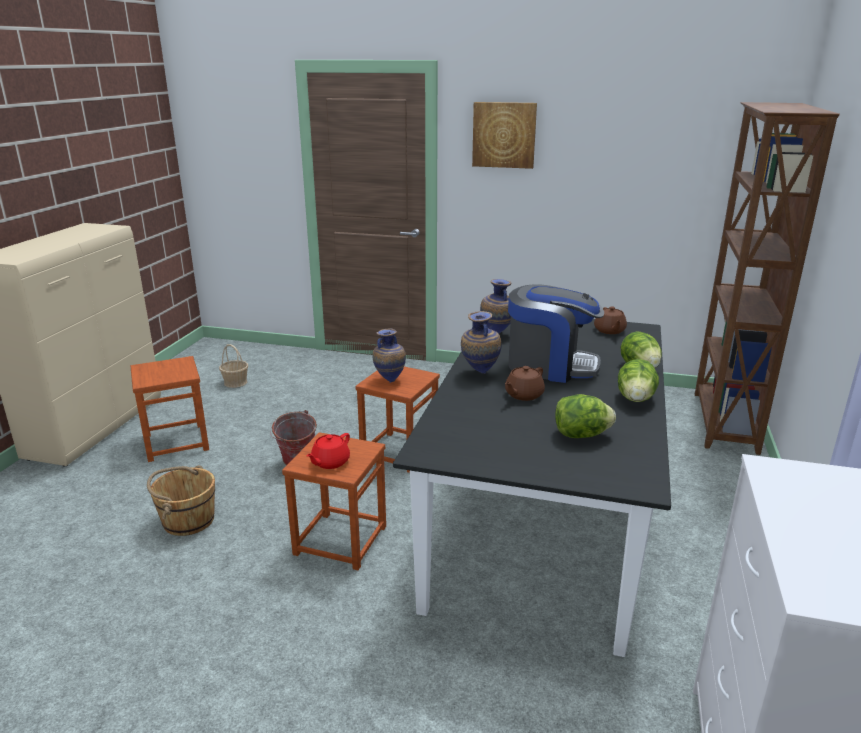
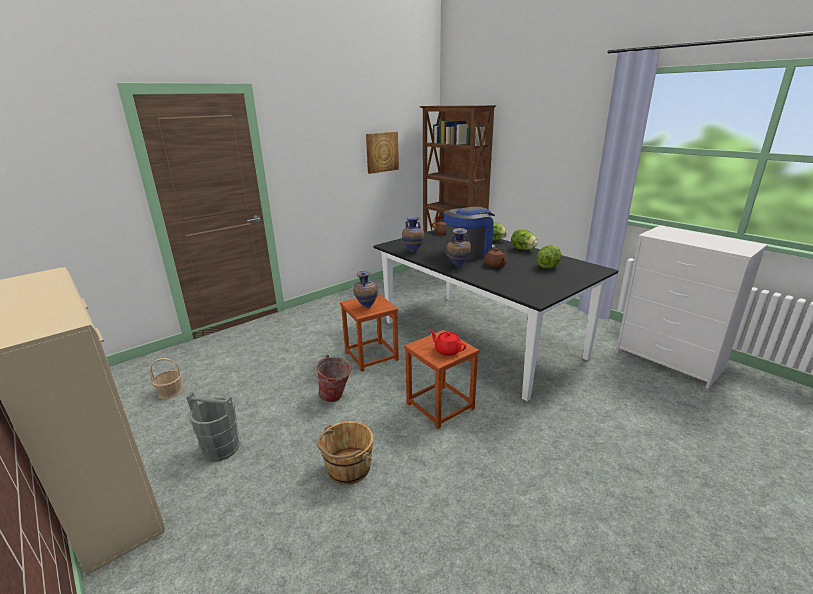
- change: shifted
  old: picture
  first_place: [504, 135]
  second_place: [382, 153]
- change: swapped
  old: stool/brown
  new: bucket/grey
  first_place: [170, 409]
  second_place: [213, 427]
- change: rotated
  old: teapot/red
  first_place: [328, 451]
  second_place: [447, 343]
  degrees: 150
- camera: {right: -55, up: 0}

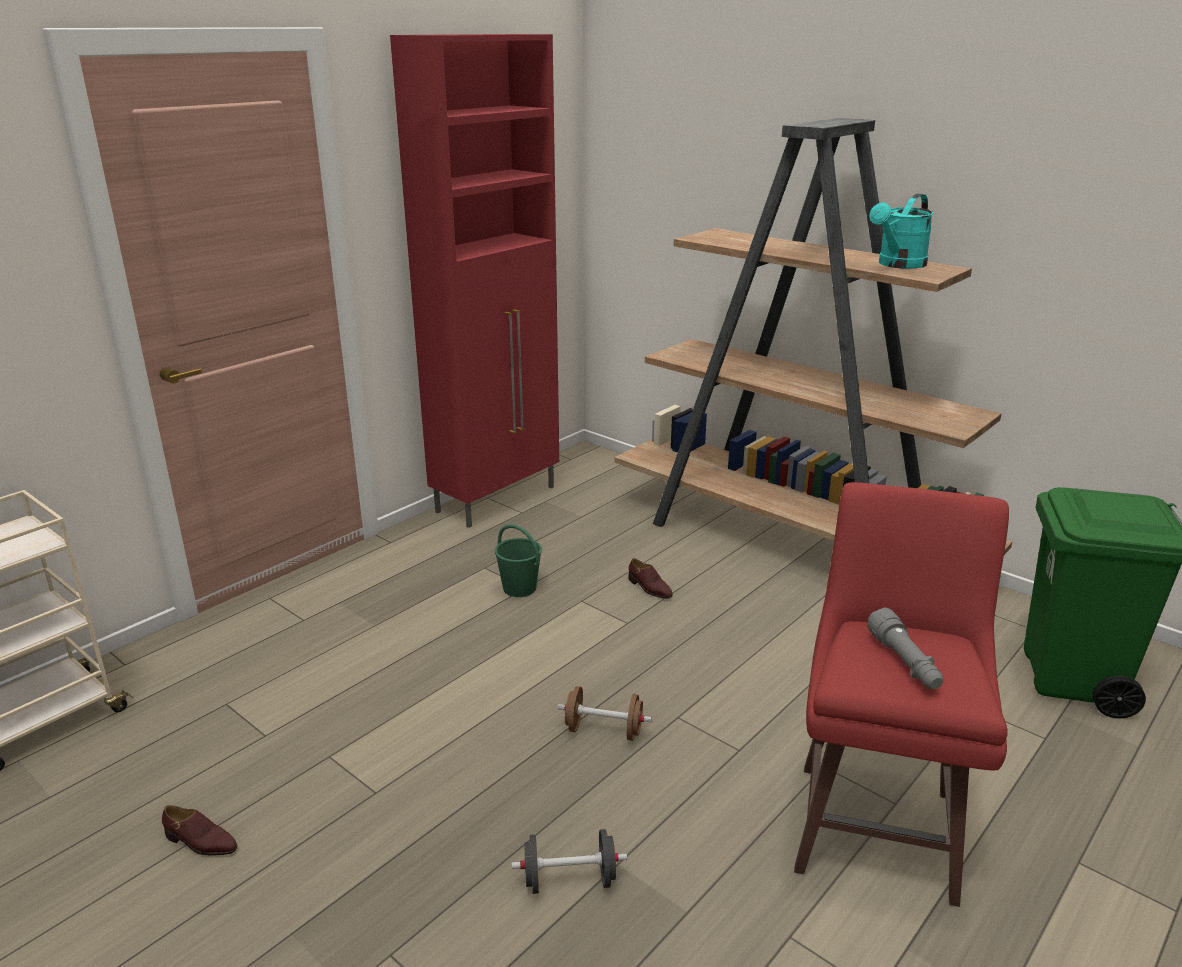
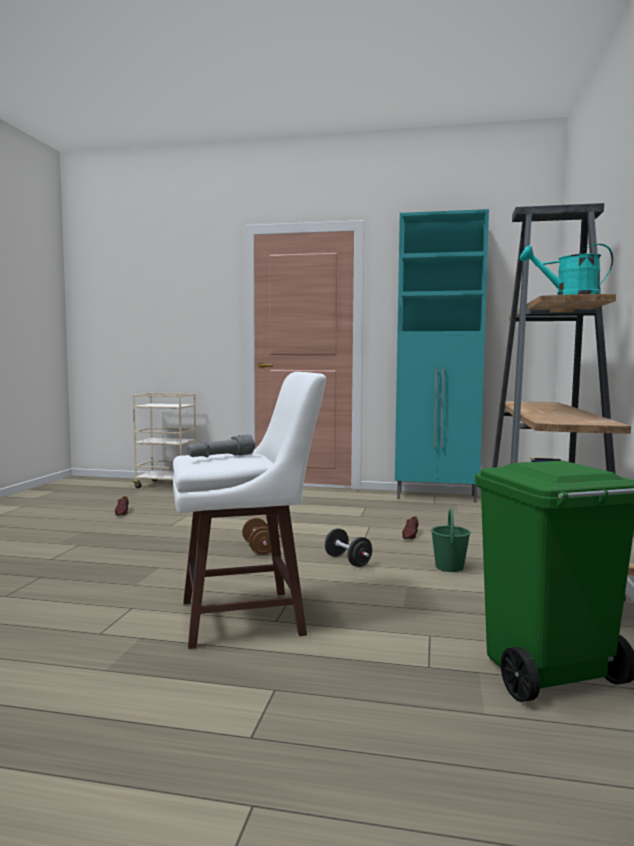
- change: repainted
  old: cabinet/red
  new: cabinet/turquoise
  first_place: [474, 281]
  second_place: [442, 356]
- change: repainted
  old: stool/red
  new: stool/white
  first_place: [901, 694]
  second_place: [249, 510]
- change: shifted
  old: bucket/green
  first_place: [518, 560]
  second_place: [451, 540]
- change: shifted
  old: dumbbell/black
  first_place: [569, 861]
  second_place: [348, 547]
- camera: {right: 60, up: -20}

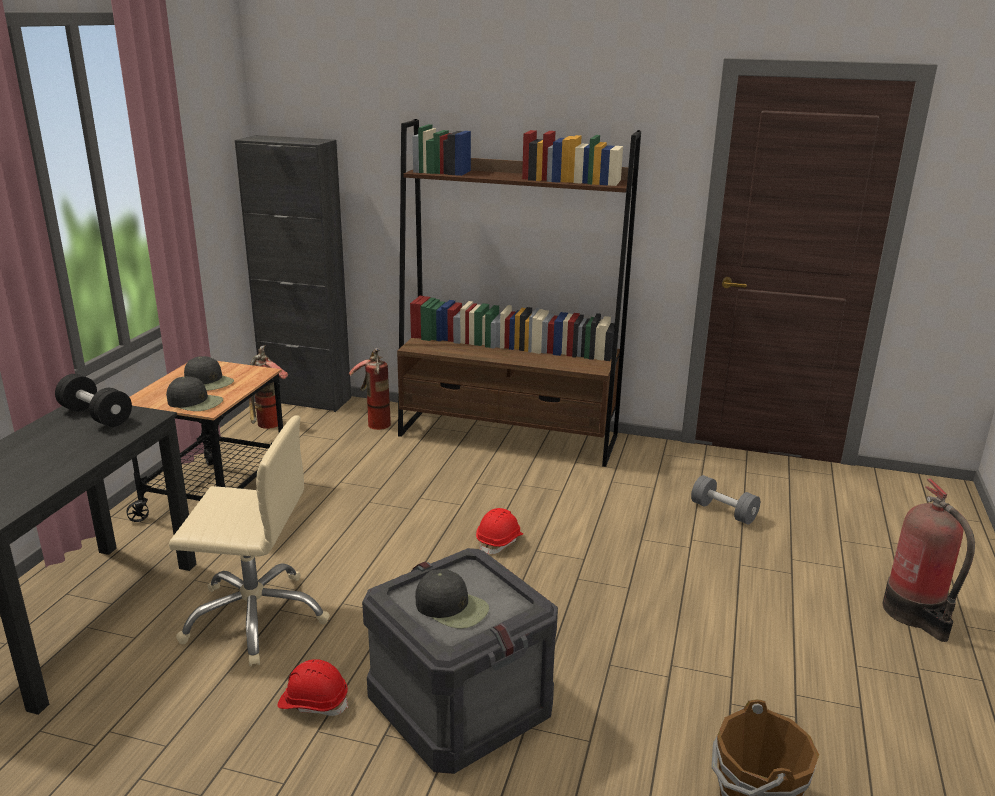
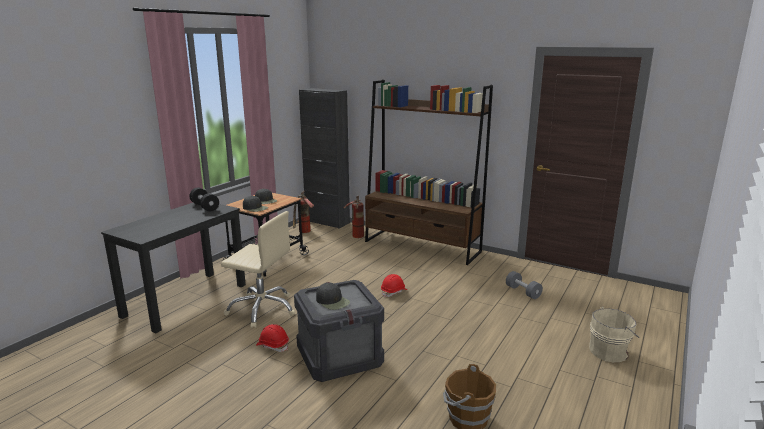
- change: swapped
  old: fire extinguisher
  new: bucket/beige
  first_place: [929, 560]
  second_place: [614, 334]
- camera: {right: 15, up: -5}

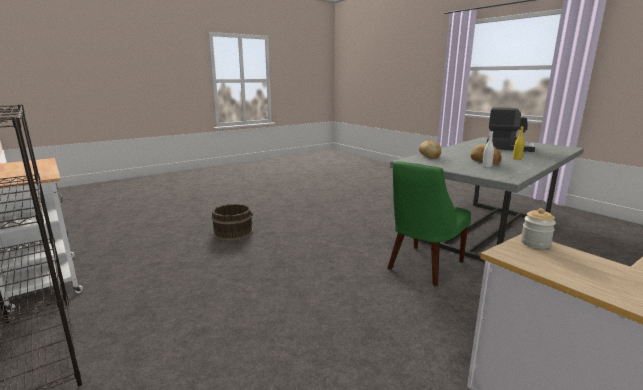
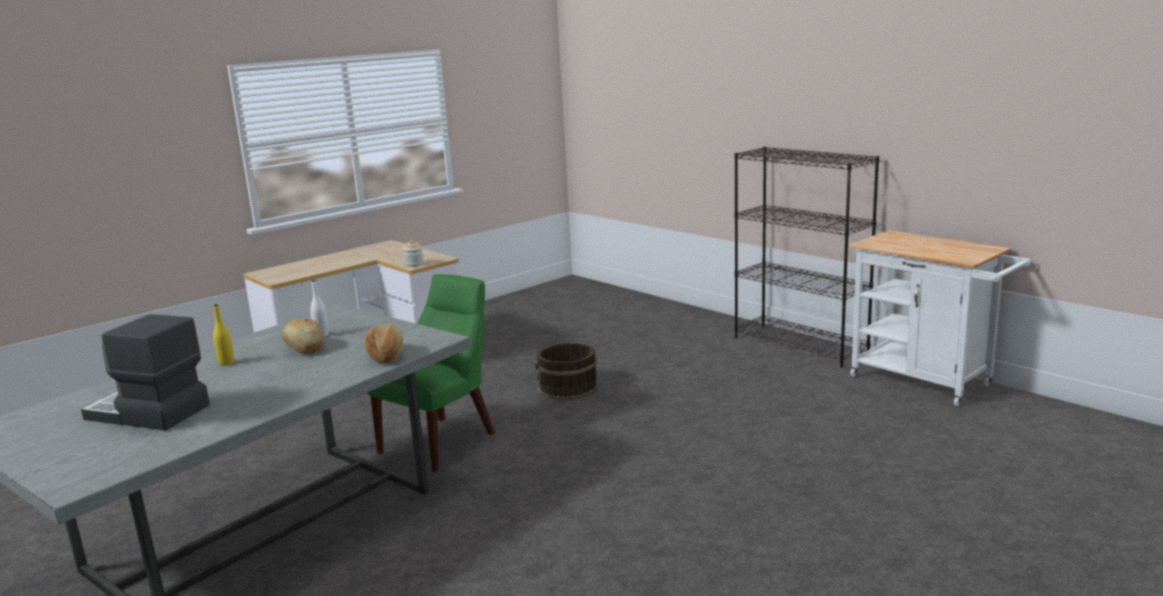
- change: shifted
  old: bucket/brown
  first_place: [232, 222]
  second_place: [566, 371]
- camera: {right: 175, up: 0}

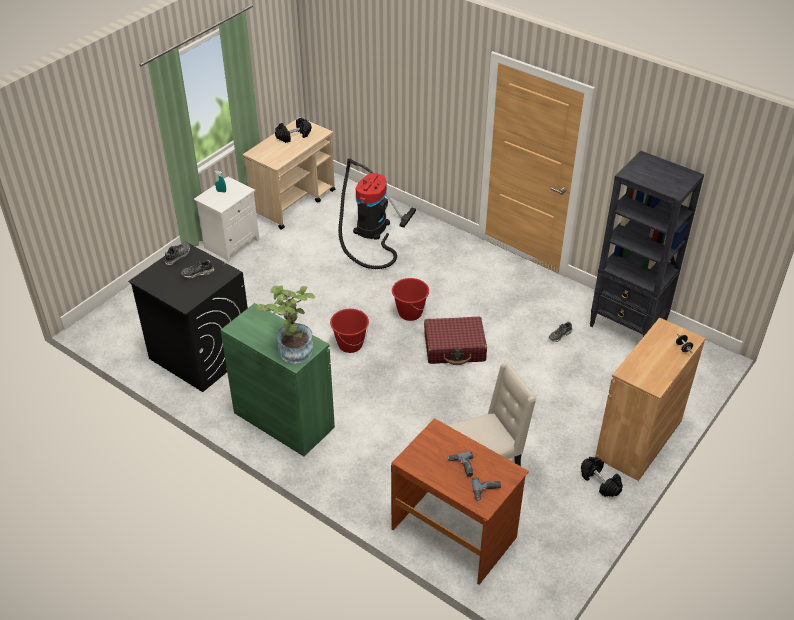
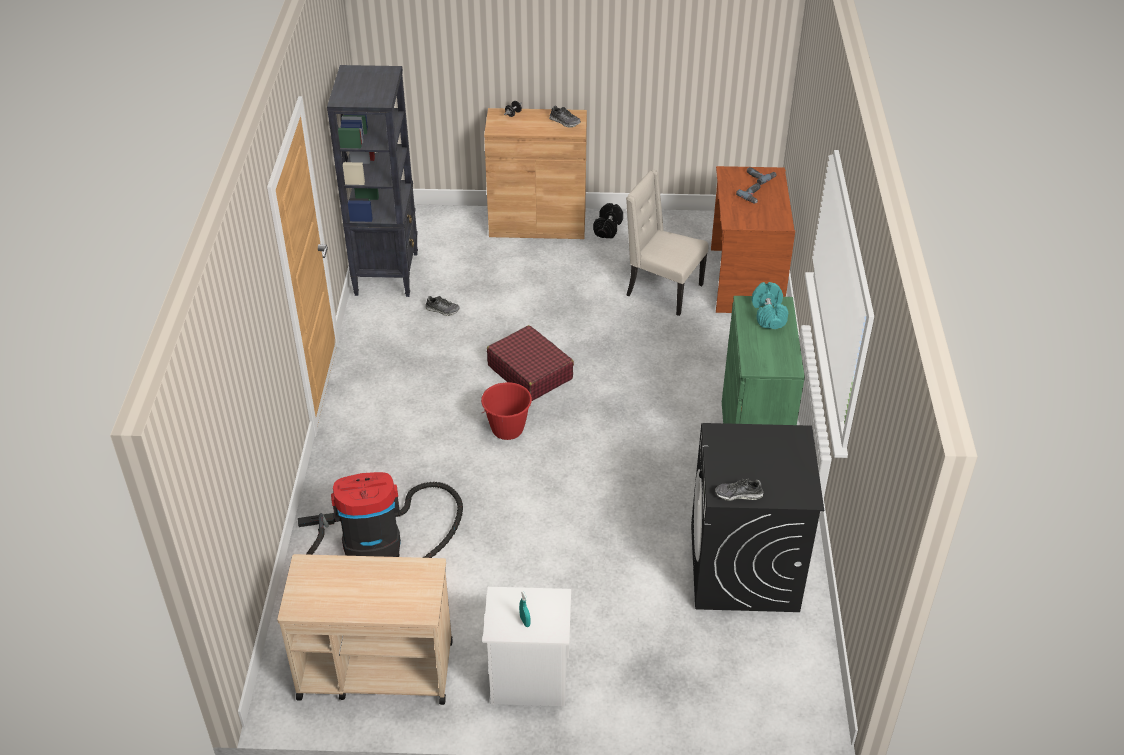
- change: gone
  old: dumbbell/black
  first_place: [293, 130]
- change: shifted
  old: shoe
  first_place: [197, 269]
  second_place: [565, 116]
- change: swapped
  old: potted plant
  new: dumbbell/turquoise
  first_place: [286, 324]
  second_place: [770, 305]
- change: gone
  old: bucket/red
  first_place: [349, 331]
- camera: {right: -125, up: 0}

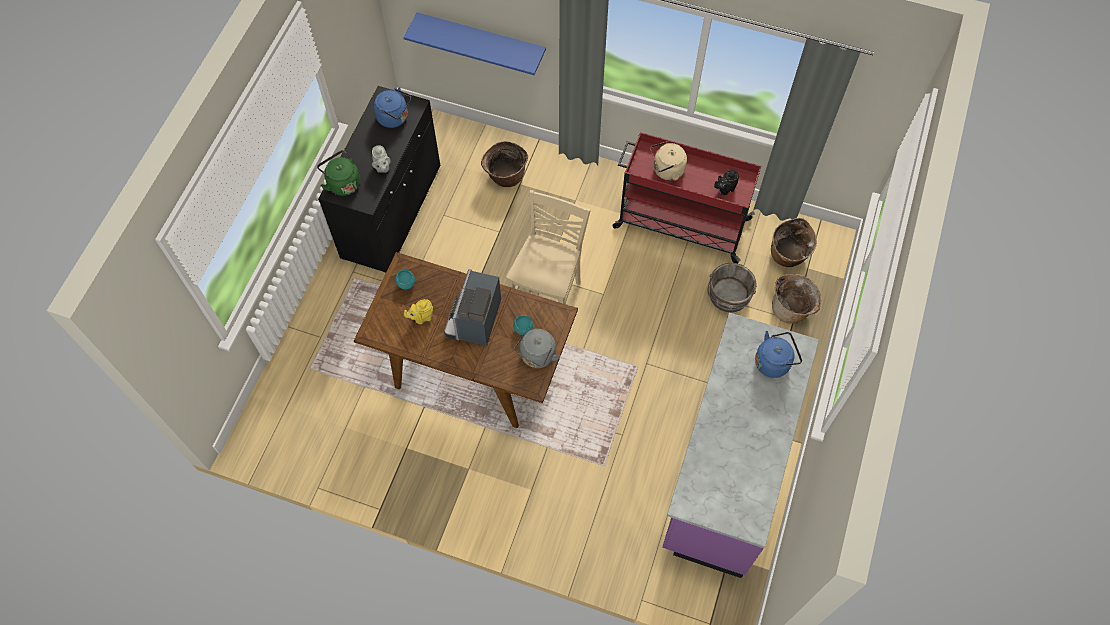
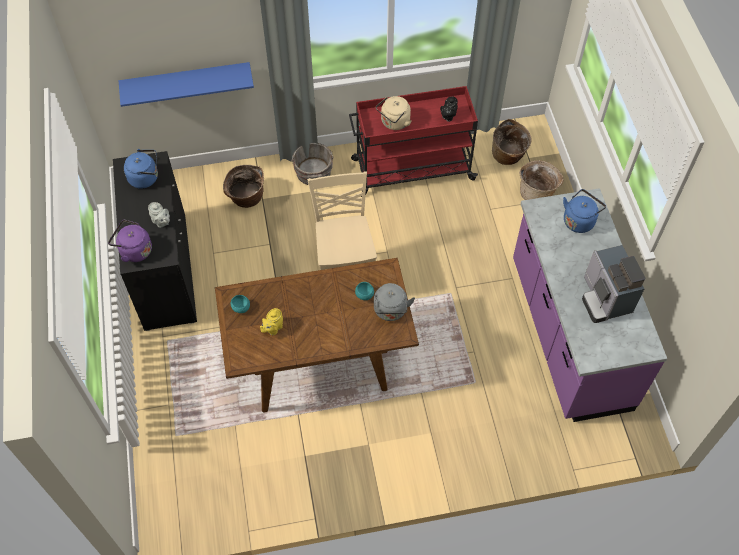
- change: repainted
  old: kettle/green
  new: kettle/purple
  first_place: [338, 173]
  second_place: [130, 241]
- change: shifted
  old: bucket/grey
  first_place: [732, 287]
  second_place: [312, 163]
- change: shifted
  old: coffee machine
  first_place: [472, 307]
  second_place: [613, 284]
- camera: {right: -30, up: -5}

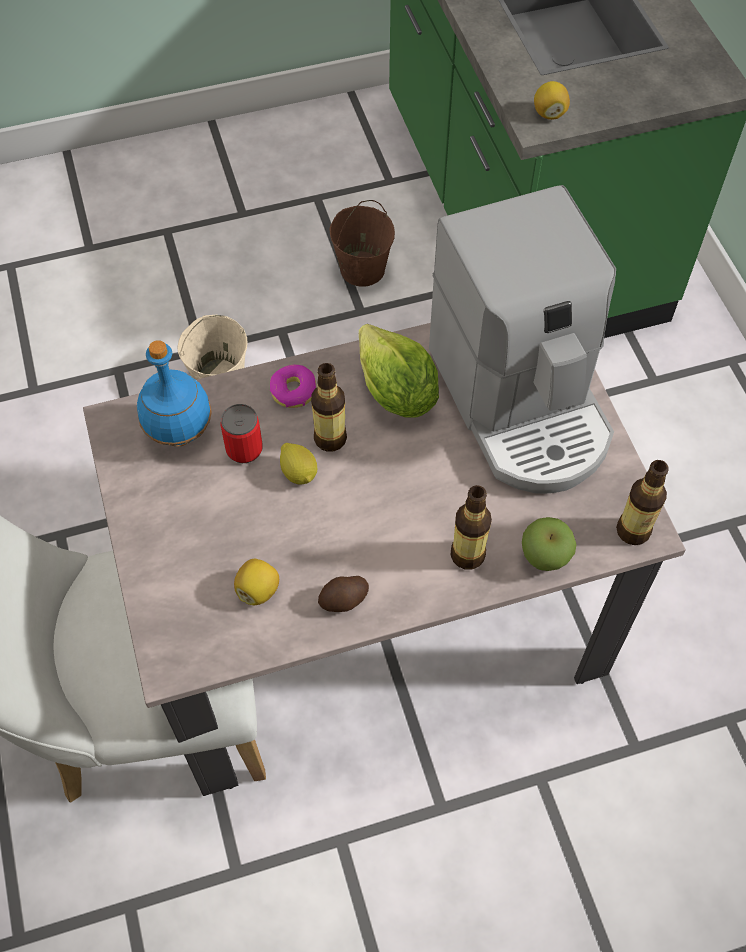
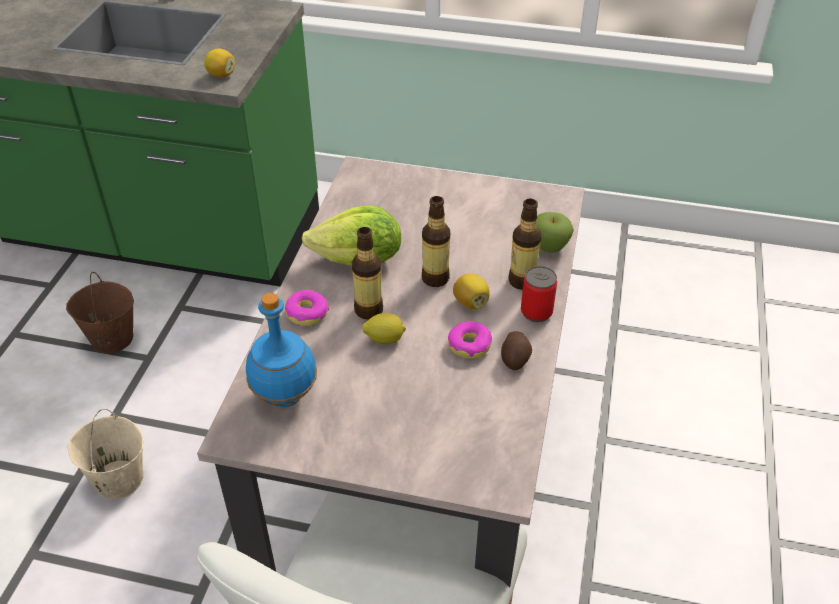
- change: gone
  old: coffee machine
  first_place: [522, 339]
- change: shifted
  old: can
  first_place: [242, 433]
  second_place: [539, 294]
- change: shifted
  old: bottle
  first_place: [642, 502]
  second_place: [435, 241]
- change: shifted
  old: lemon
  first_place: [256, 582]
  second_place: [471, 291]
- change: new
  new: donut
  second_place: [470, 340]
- camera: {right: -60, up: -15}

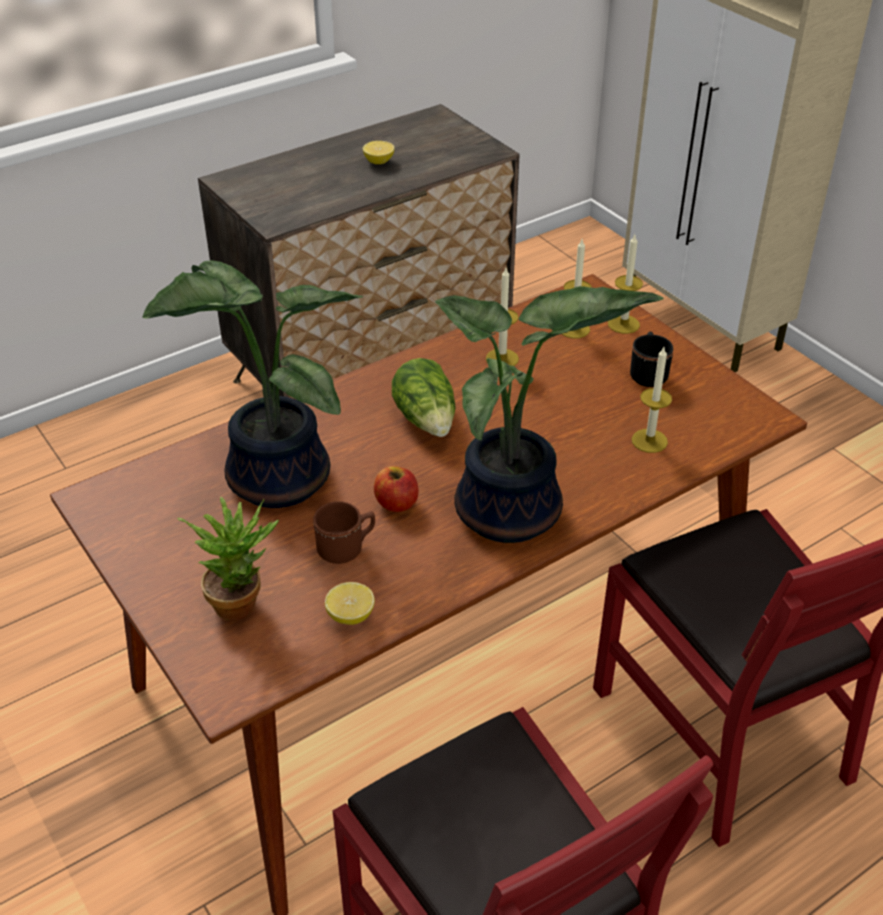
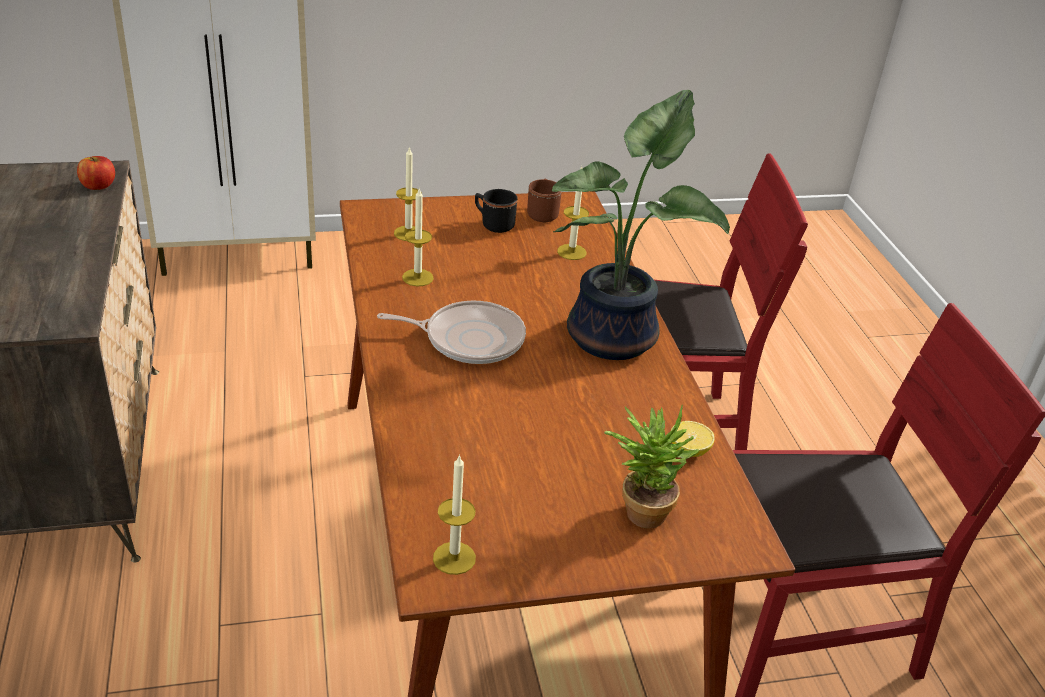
- change: gone
  old: lemon
  first_place: [378, 152]
- change: shifted
  old: candle
  first_place: [625, 284]
  second_place: [454, 514]
- change: gone
  old: potted plant
  first_place: [253, 384]
- change: swapped
  old: lettuce
  new: frying pan
  first_place: [424, 397]
  second_place: [451, 332]
- change: shifted
  old: apple
  first_place: [396, 489]
  second_place: [96, 173]
- change: shifted
  old: mug/brown
  first_place: [344, 532]
  second_place: [544, 200]
- camera: {right: -70, up: -5}

